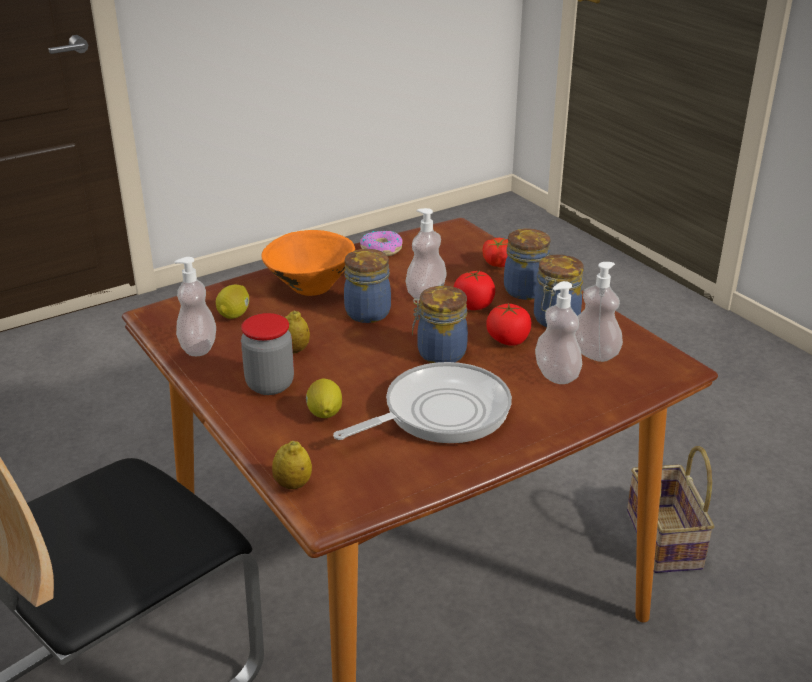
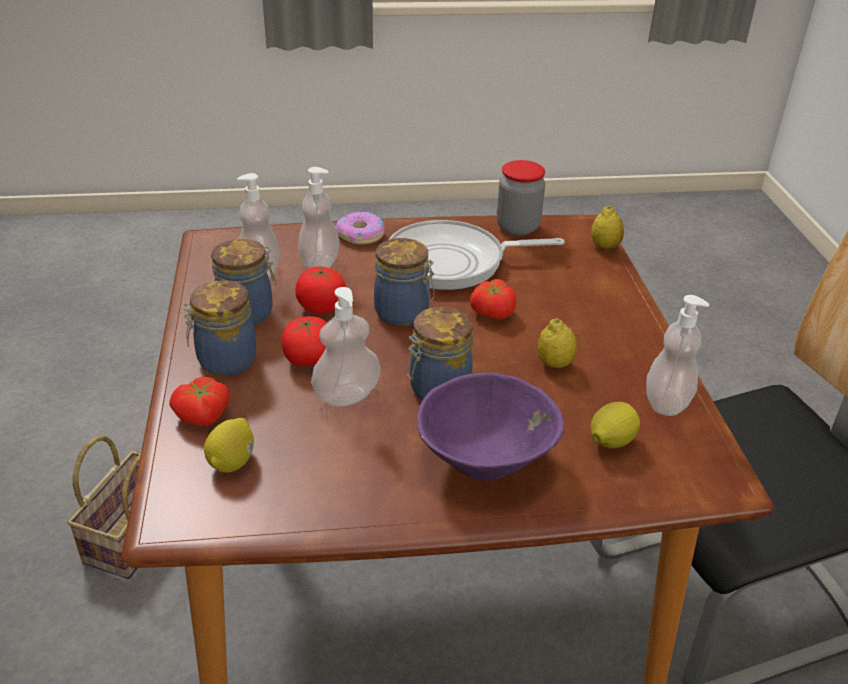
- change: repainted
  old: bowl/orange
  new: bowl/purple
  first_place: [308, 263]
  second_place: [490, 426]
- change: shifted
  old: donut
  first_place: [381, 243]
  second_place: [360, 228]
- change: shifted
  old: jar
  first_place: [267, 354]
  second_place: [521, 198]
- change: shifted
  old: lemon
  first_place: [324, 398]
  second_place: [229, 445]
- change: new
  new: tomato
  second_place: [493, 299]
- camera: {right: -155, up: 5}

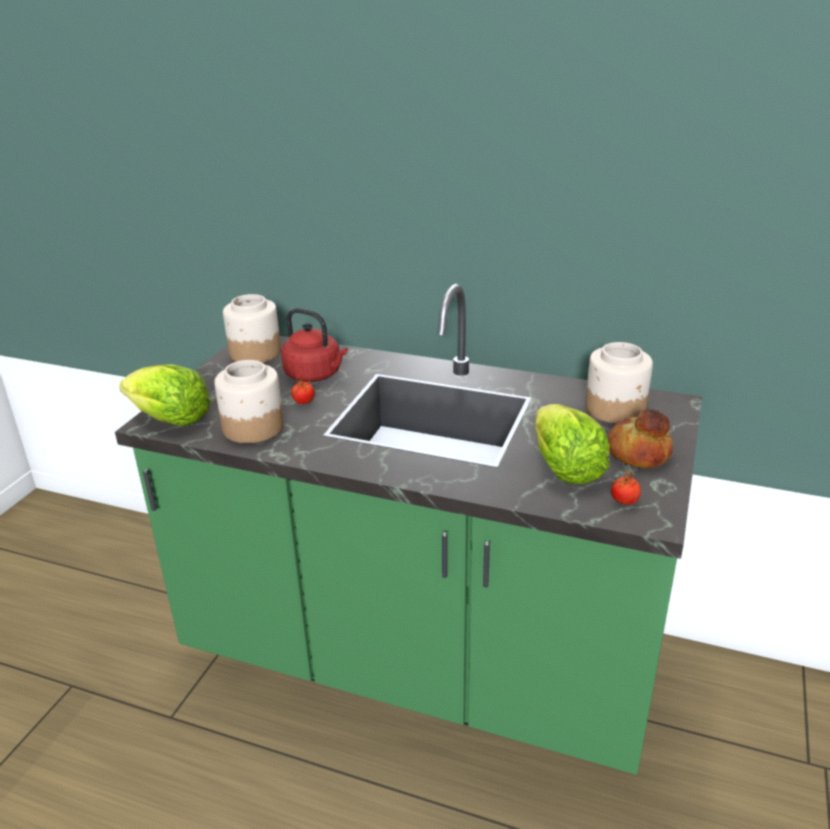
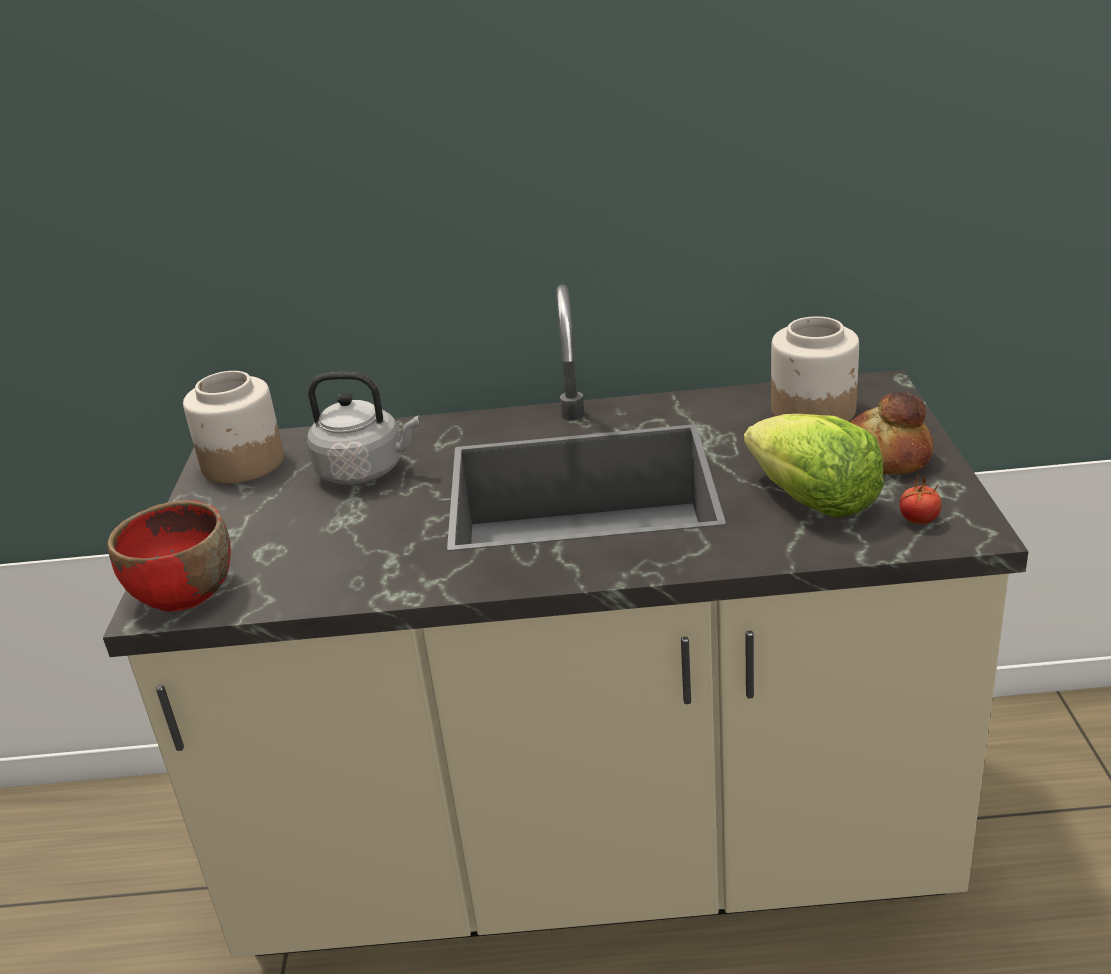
- change: repainted
  old: counter/green
  new: counter/beige
  first_place: [408, 529]
  second_place: [565, 621]
- change: repainted
  old: kettle/red
  new: kettle/grey
  first_place: [314, 345]
  second_place: [363, 428]
- change: gone
  old: jar
  first_place: [248, 401]
- change: swapped
  old: lettuce
  new: bowl/red
  first_place: [164, 395]
  second_place: [169, 556]
- change: gone
  old: tomato
  first_place: [303, 390]
- camera: {right: -20, up: 0}

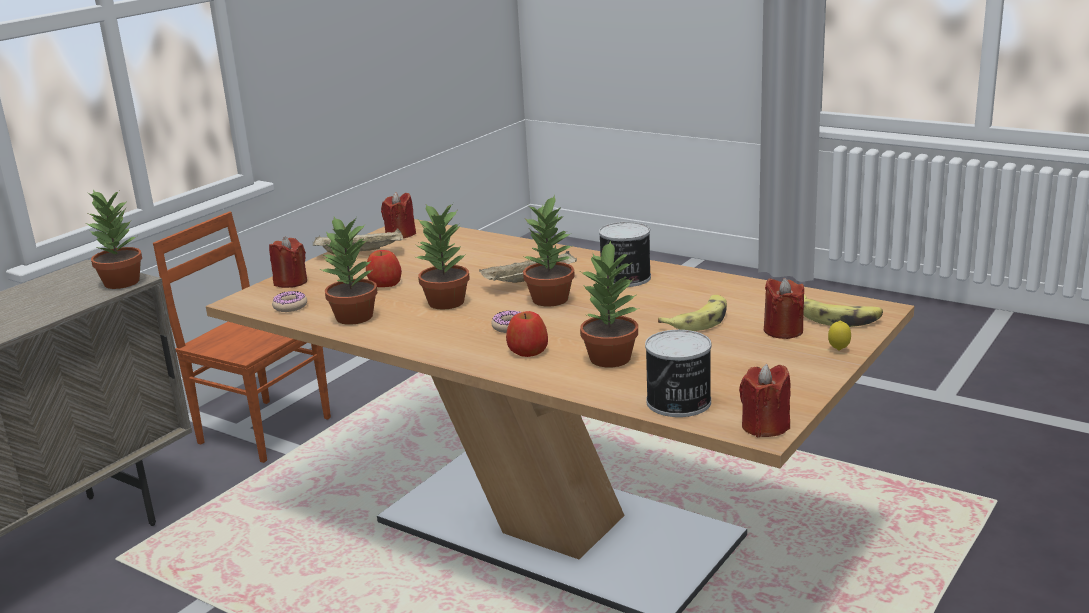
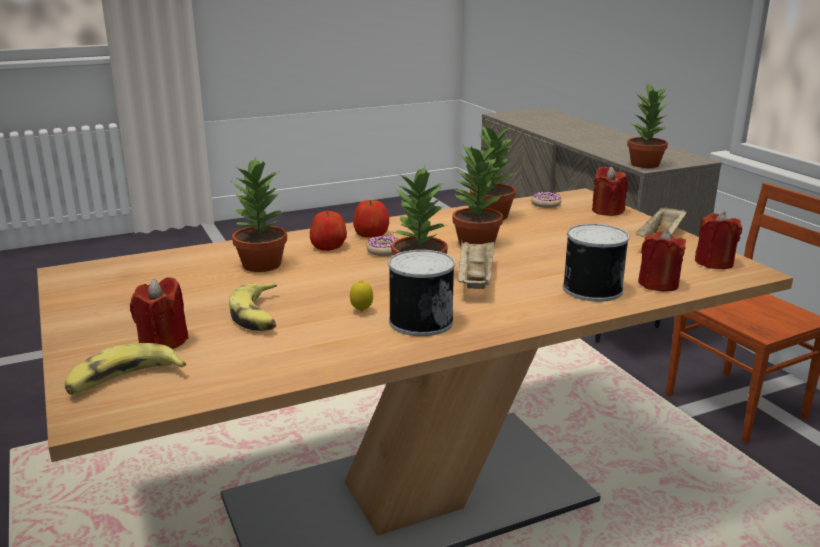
- change: shifted
  old: apple
  first_place: [384, 268]
  second_place: [371, 219]
- change: shifted
  old: lemon
  first_place: [839, 335]
  second_place: [361, 296]
- change: shifted
  old: can
  first_place: [678, 373]
  second_place: [596, 263]
- change: shifted
  old: candle/red
  first_place: [765, 400]
  second_place: [662, 261]
- camera: {right: 120, up: 0}

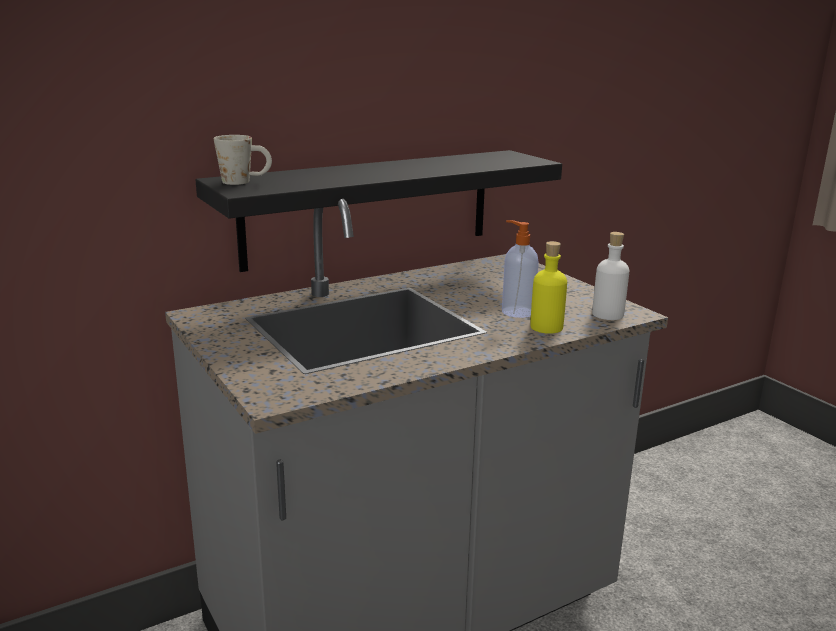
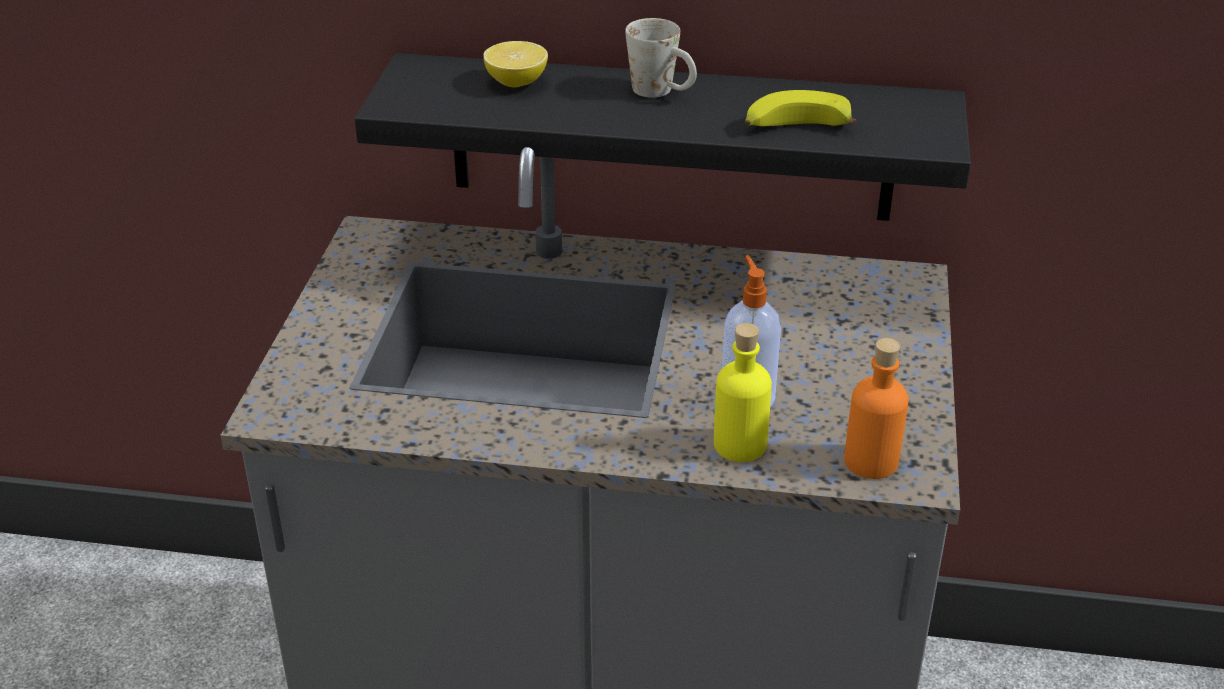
- change: shifted
  old: mug/white
  first_place: [243, 160]
  second_place: [661, 58]
- change: repainted
  old: bottle/white
  new: bottle/orange
  first_place: [610, 276]
  second_place: [876, 408]
- change: new
  new: lemon
  second_place: [515, 64]
- change: new
  new: banana
  second_place: [800, 108]
- camera: {right: 40, up: 15}

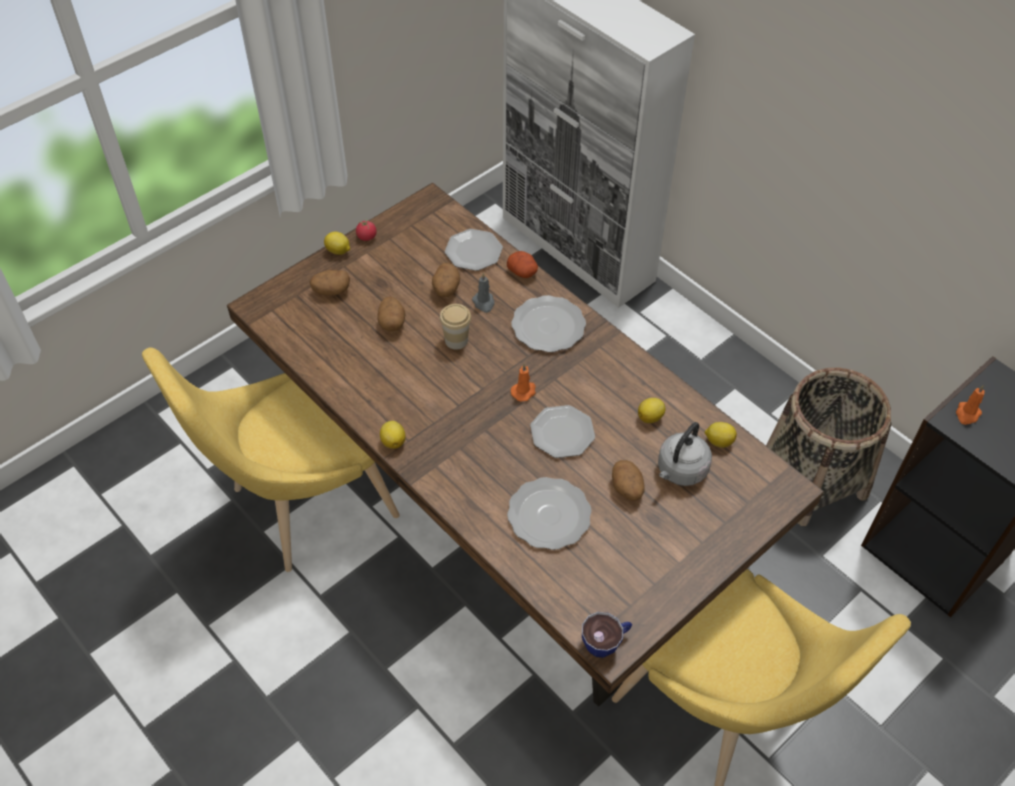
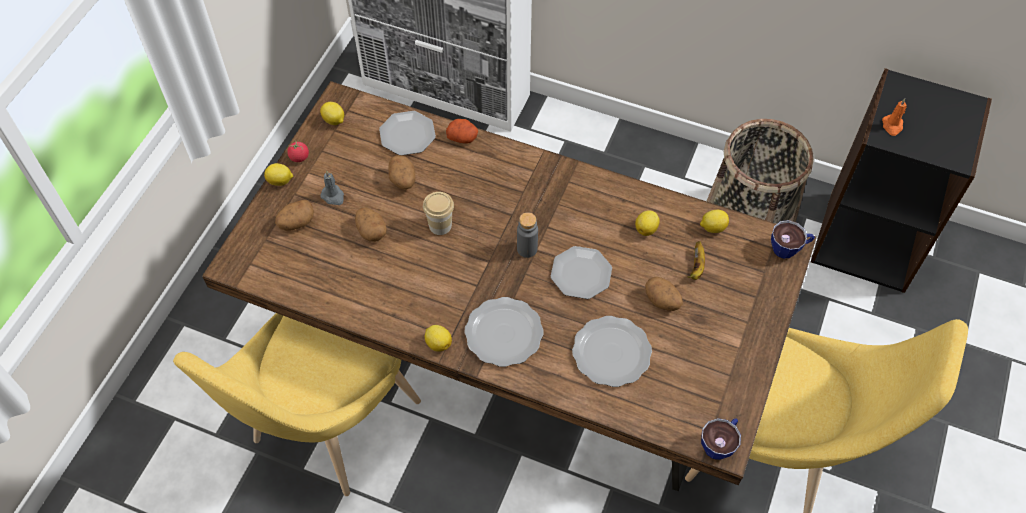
- change: shifted
  old: candle/grey
  first_place: [483, 293]
  second_place: [332, 187]
- change: shifted
  old: plate
  first_place: [548, 323]
  second_place: [503, 332]
- change: swapped
  old: candle/orange
  new: bottle/grey
  first_place: [523, 383]
  second_place: [527, 235]
- change: swapped
  old: kettle/grey
  new: banana
  first_place: [685, 454]
  second_place: [696, 260]
- change: new
  new: lemon
  second_place: [332, 113]
- change: new
  new: cup
  second_place: [793, 239]
- camera: {right: -25, up: 5}

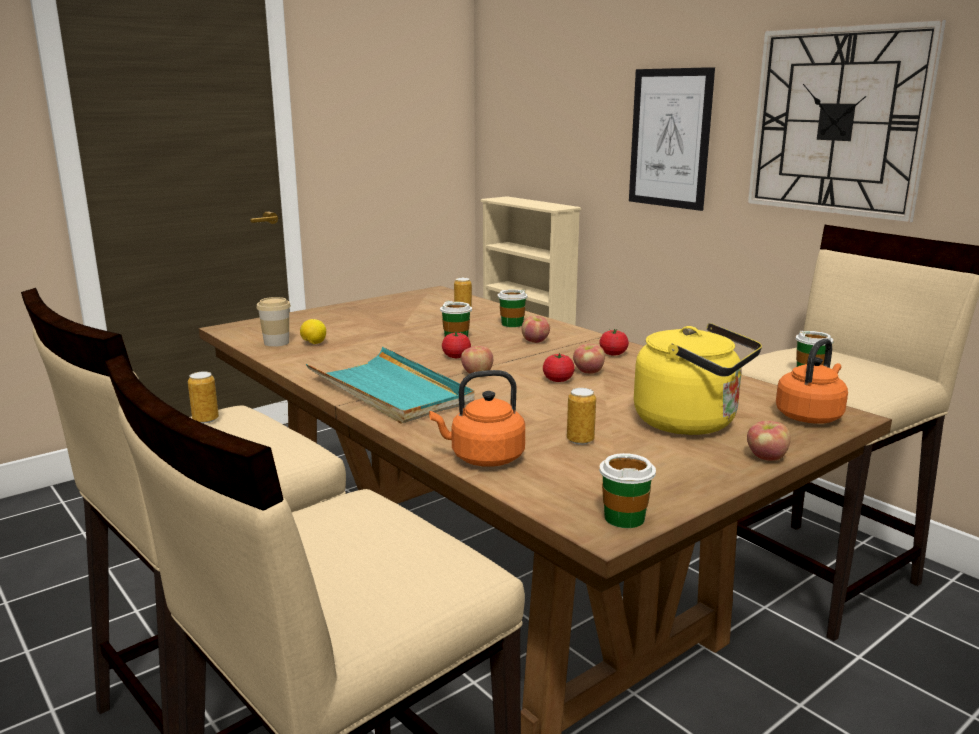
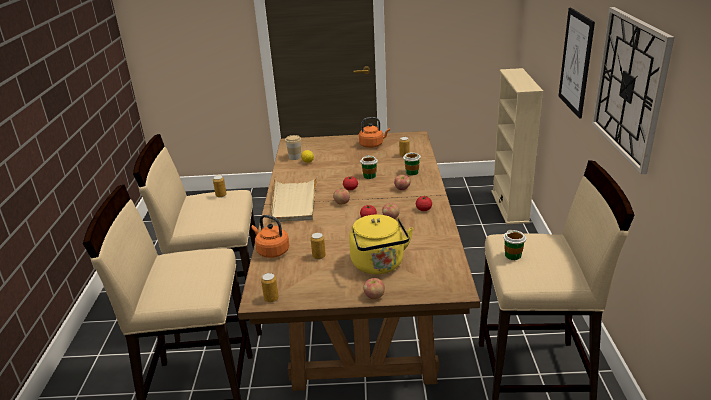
- change: shifted
  old: kettle/orange
  first_place: [812, 381]
  second_place: [374, 132]
- change: repainted
  old: tray/turquoise
  new: tray/beige
  first_place: [390, 385]
  second_place: [294, 200]
- change: swapped
  old: cup
  new: can
  first_place: [627, 490]
  second_place: [270, 288]
- camera: {right: 40, up: 10}

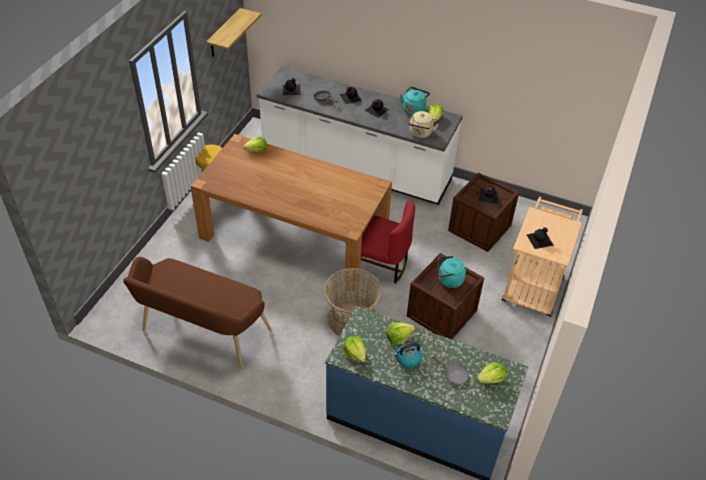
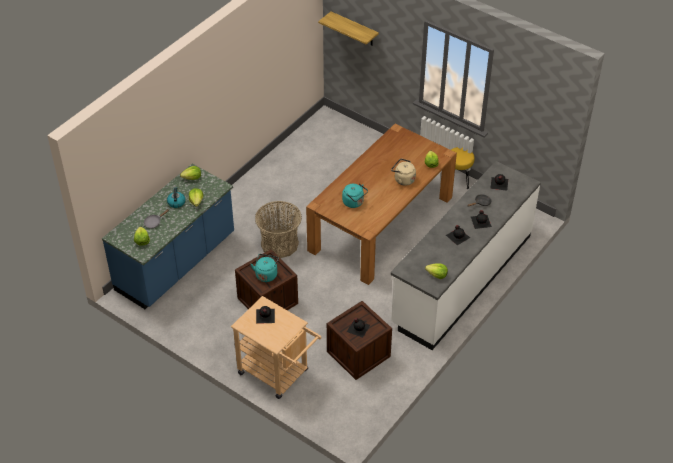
- change: shifted
  old: shelf
  first_place: [233, 32]
  second_place: [348, 29]
- change: shifted
  old: kettle/turquoise
  first_place: [415, 101]
  second_place: [355, 196]
- change: shifted
  old: kettle/beige
  first_place: [423, 124]
  second_place: [403, 172]
- change: gone
  old: chair/red
  first_place: [388, 242]
- change: gone
  old: bench/brown
  first_place: [197, 313]
- camera: {right: 105, up: 0}

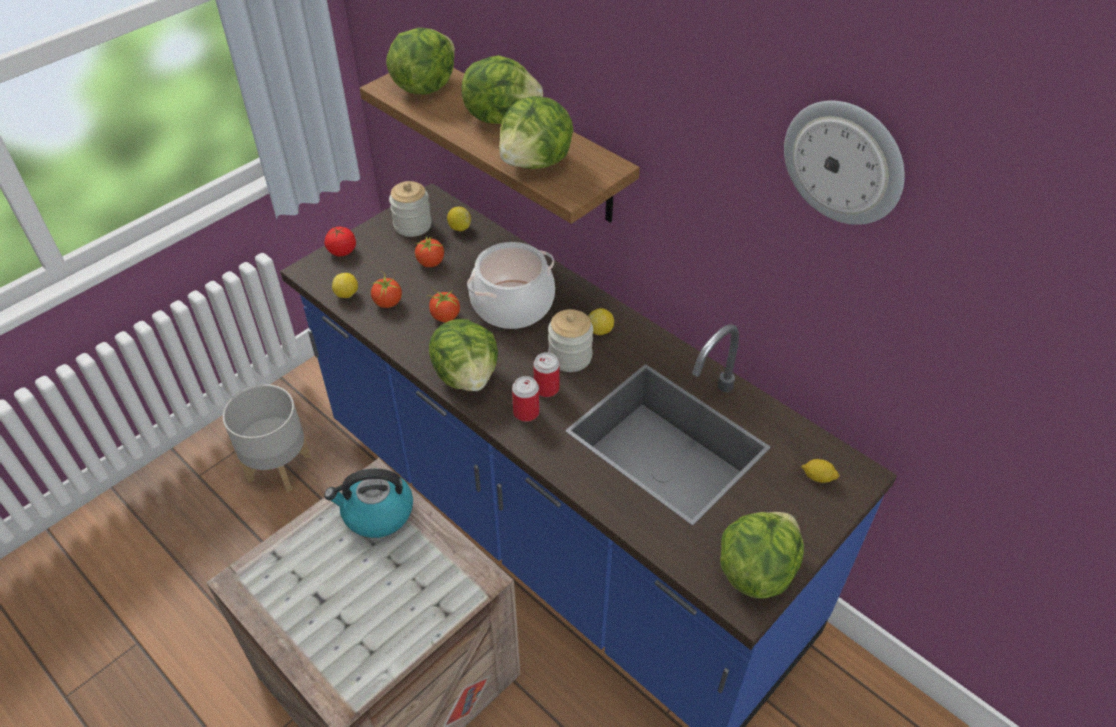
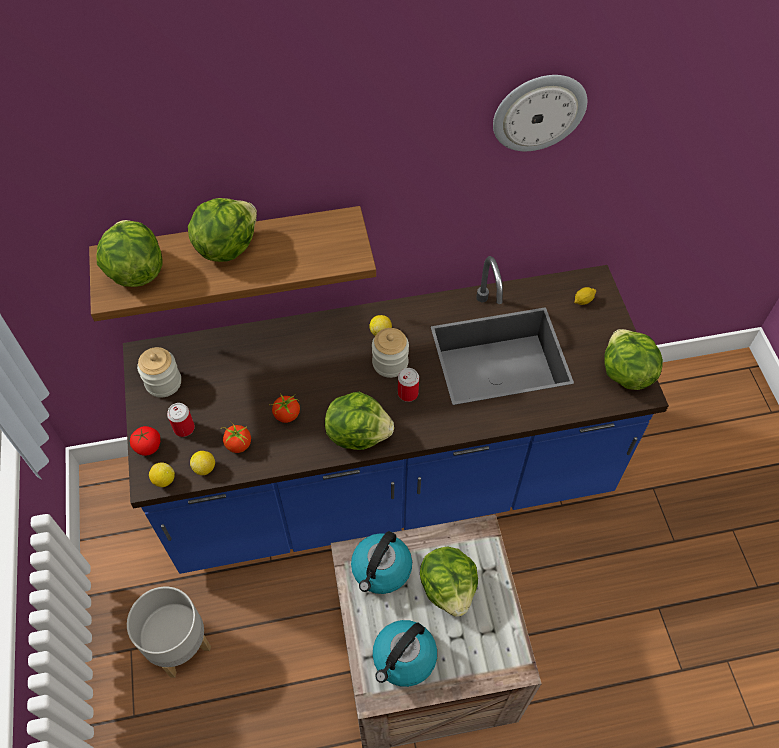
- change: shifted
  old: lettuce
  first_place: [536, 132]
  second_place: [449, 582]
- change: shifted
  old: lemon
  first_place: [459, 218]
  second_place: [162, 474]
- change: gone
  old: tomato
  first_place: [429, 251]
- change: gone
  old: cooking pot
  first_place: [511, 285]
- change: shifted
  old: can
  first_place: [525, 399]
  second_place: [181, 420]
- change: new
  new: kettle
  second_place: [405, 653]
- camera: {right: -55, up: 10}

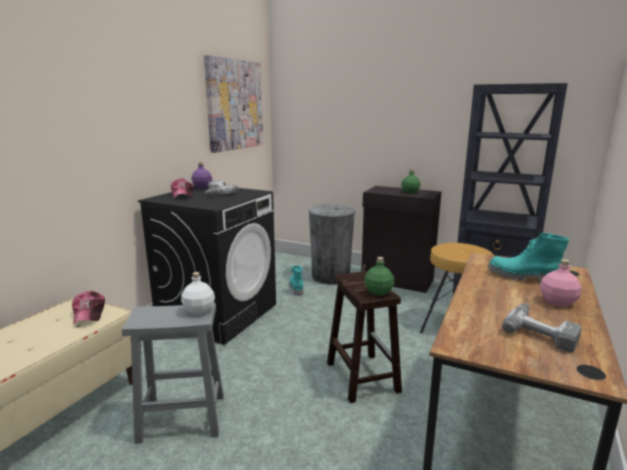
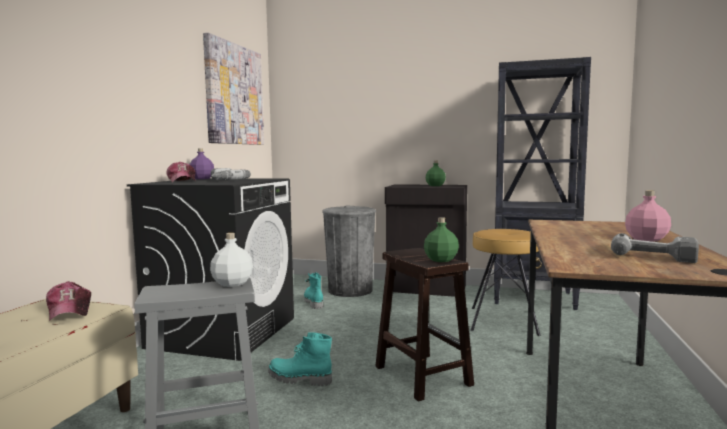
- change: shifted
  old: boot/turquoise
  first_place: [528, 258]
  second_place: [300, 359]
- camera: {right: -10, up: -10}

